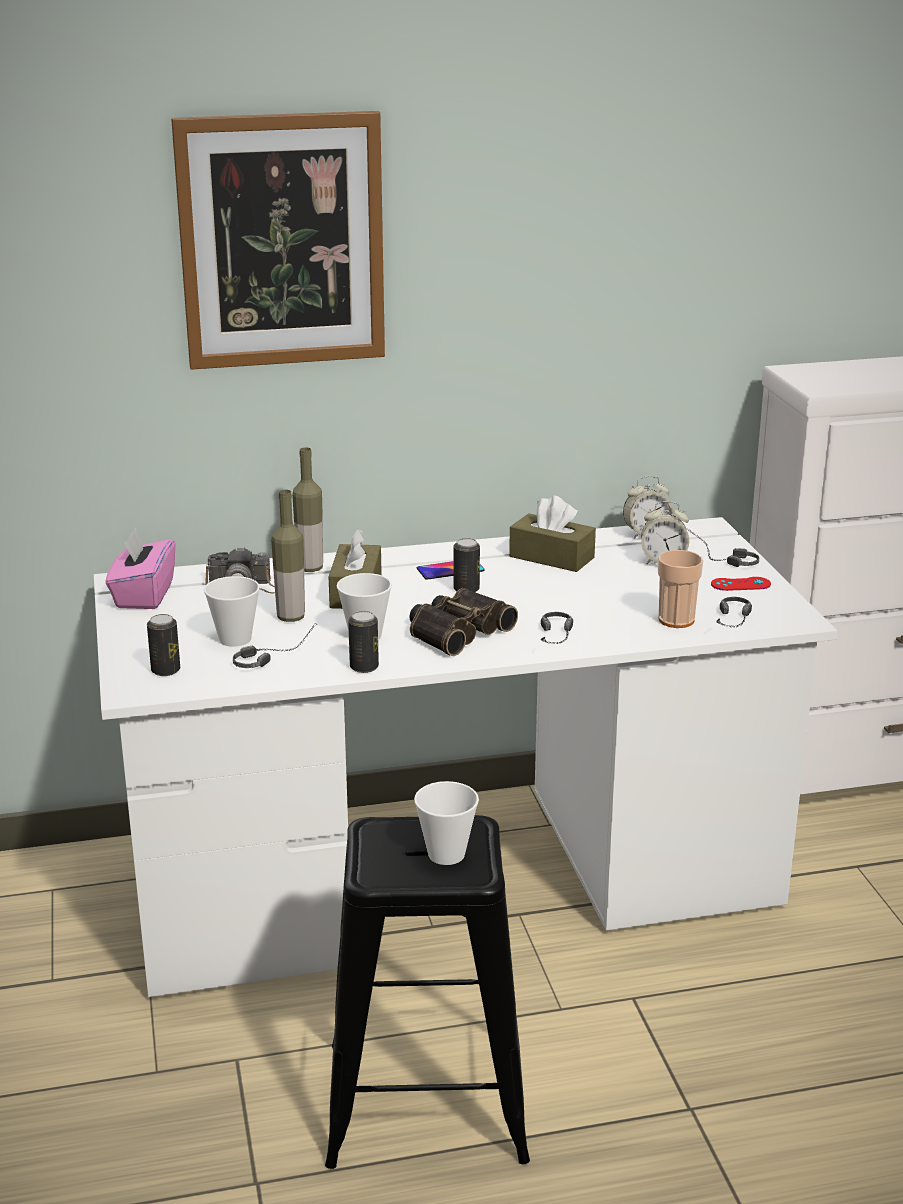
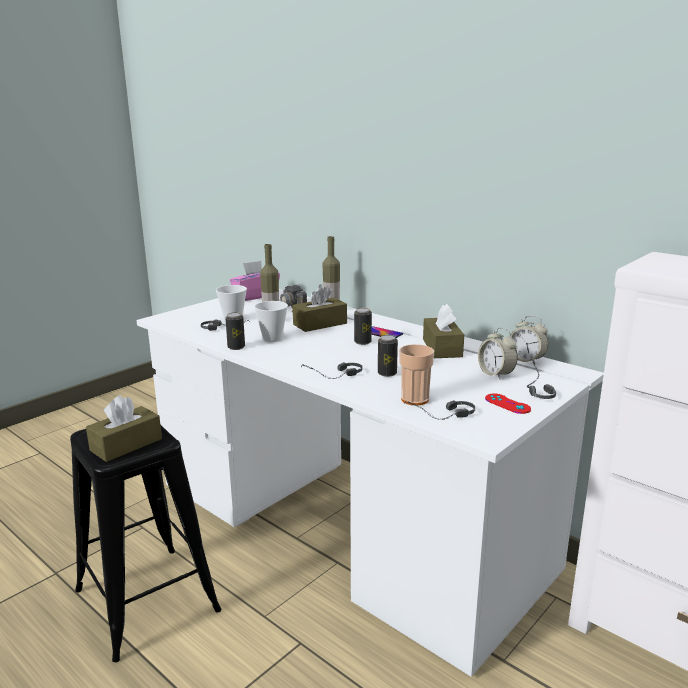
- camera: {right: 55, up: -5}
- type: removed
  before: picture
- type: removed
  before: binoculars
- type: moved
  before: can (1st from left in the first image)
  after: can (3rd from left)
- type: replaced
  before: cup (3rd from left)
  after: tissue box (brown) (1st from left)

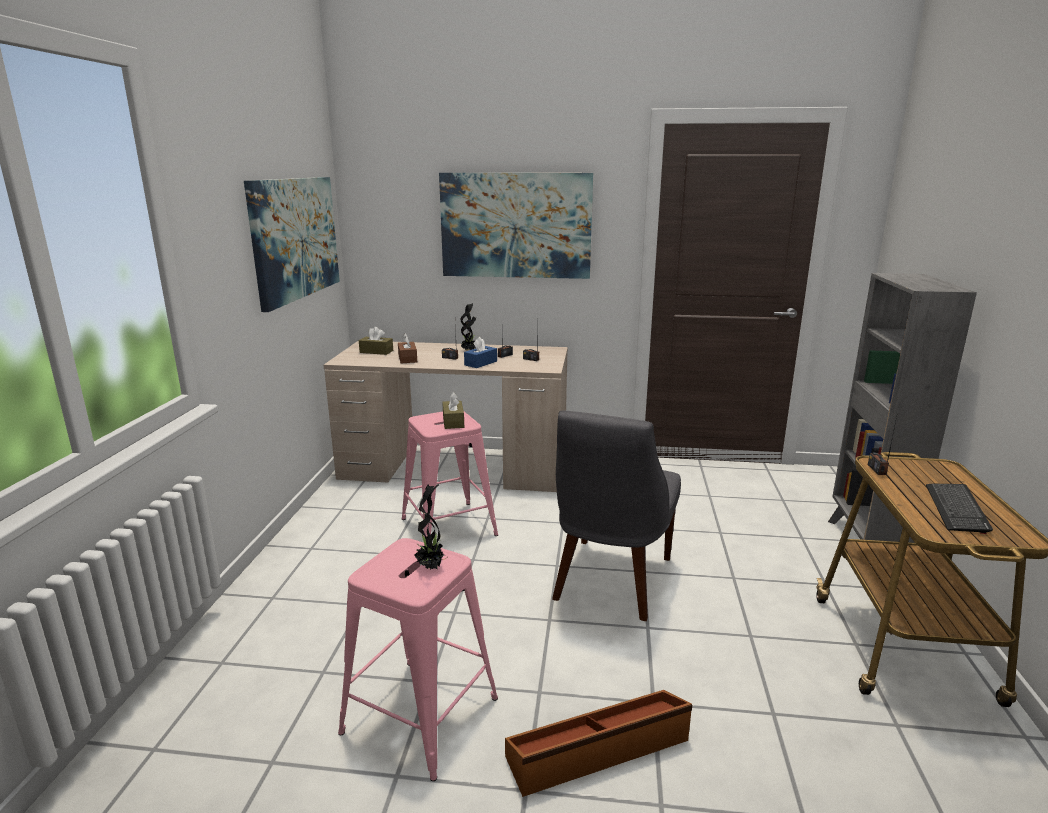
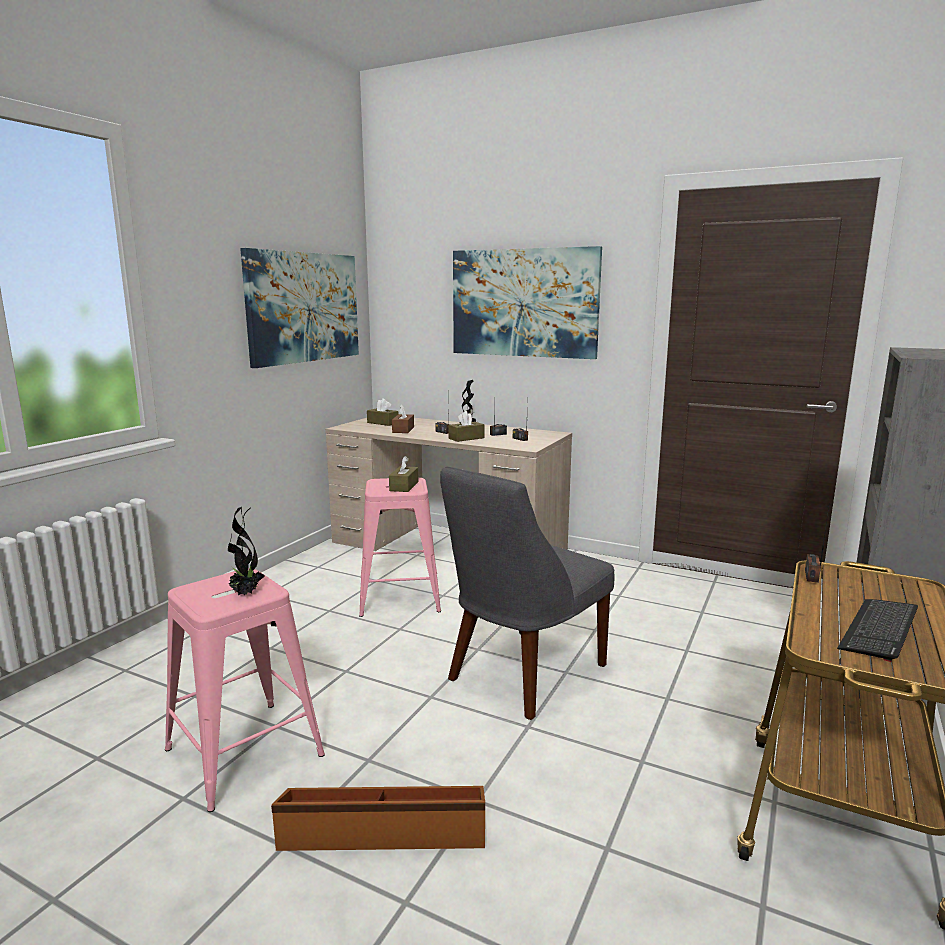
- camera: {right: 20, up: -5}
- type: recoloured
  before: tissue box (blue)
  after: tissue box (brown) (4th from left)

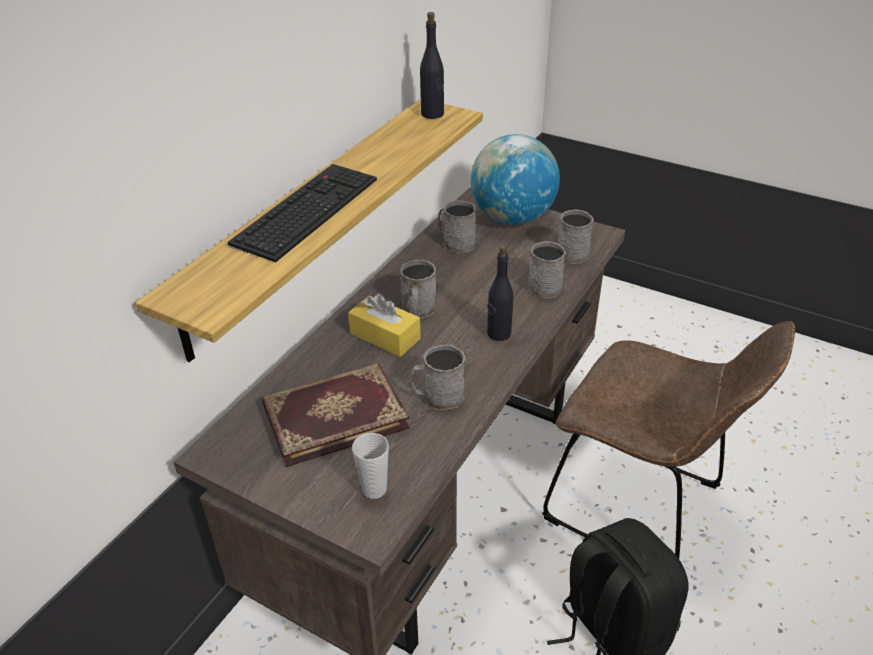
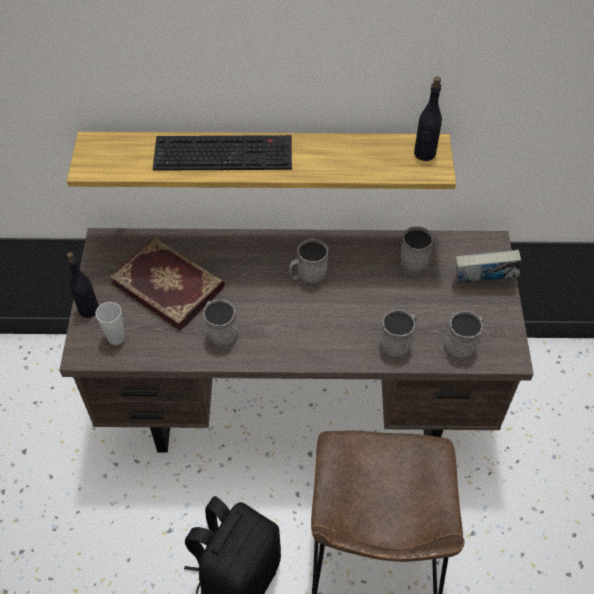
- camera: {right: 60, up: 15}
- type: removed
  before: tissue box (yellow)
- type: moved
  before: bottle (black) (2nd from left in the first image)
  after: bottle (black) (1st from left)
- type: replaced
  before: globe
  after: book (2nd from left)

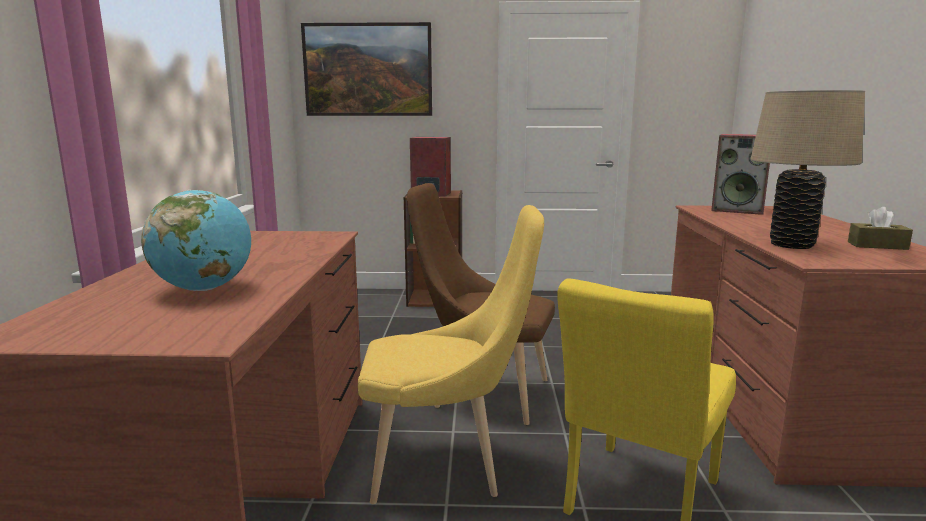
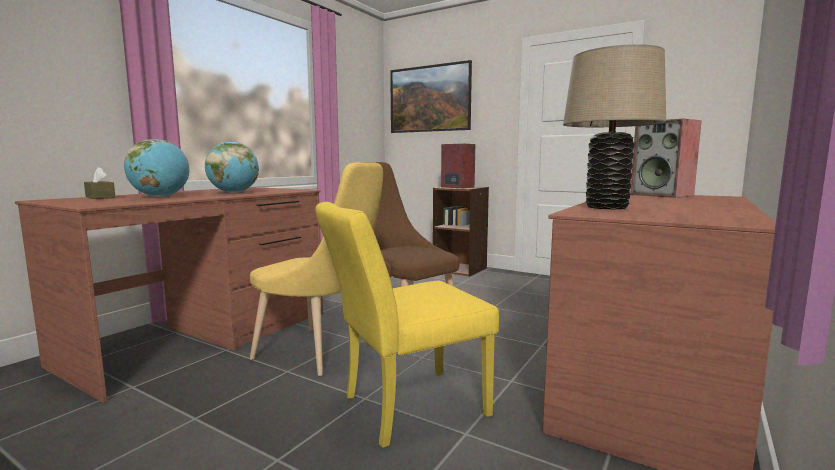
- camera: {right: 30, up: -5}
- type: added
  after: globe (2nd from left)
- type: moved
  before: tissue box (brown)

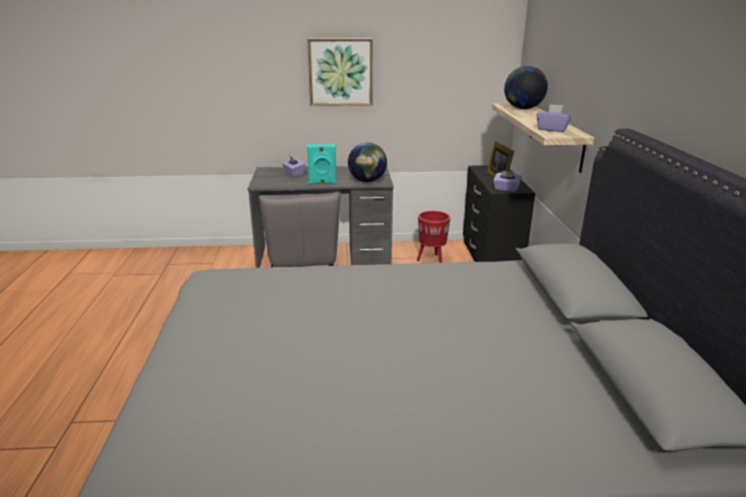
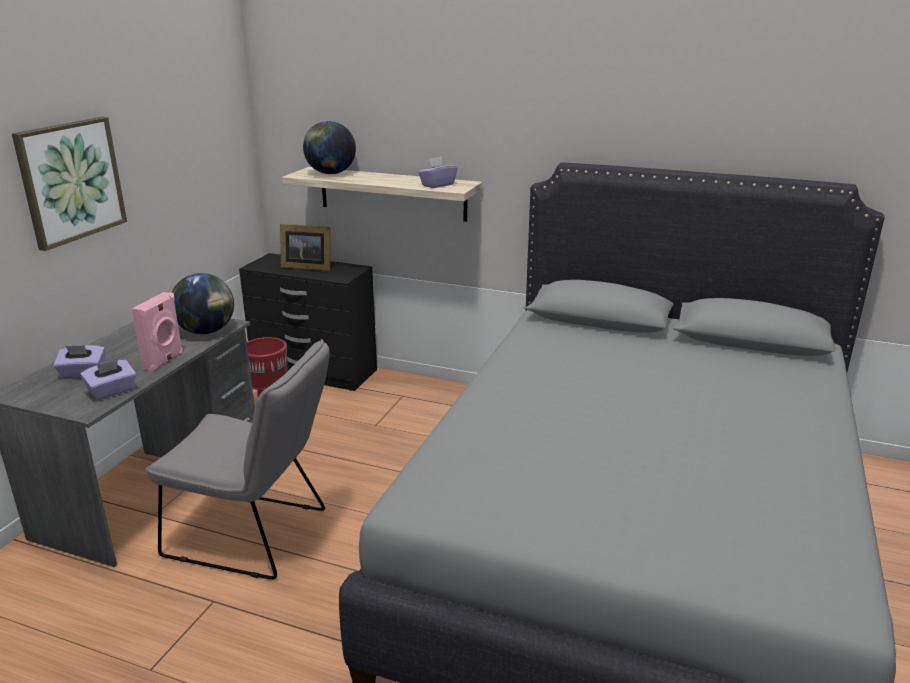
- camera: {right: -65, up: 0}
- type: moved
  before: tissue box (purple) (2nd from left)
- type: recoloured
  before: speaker (turquoise)
  after: speaker (pink)

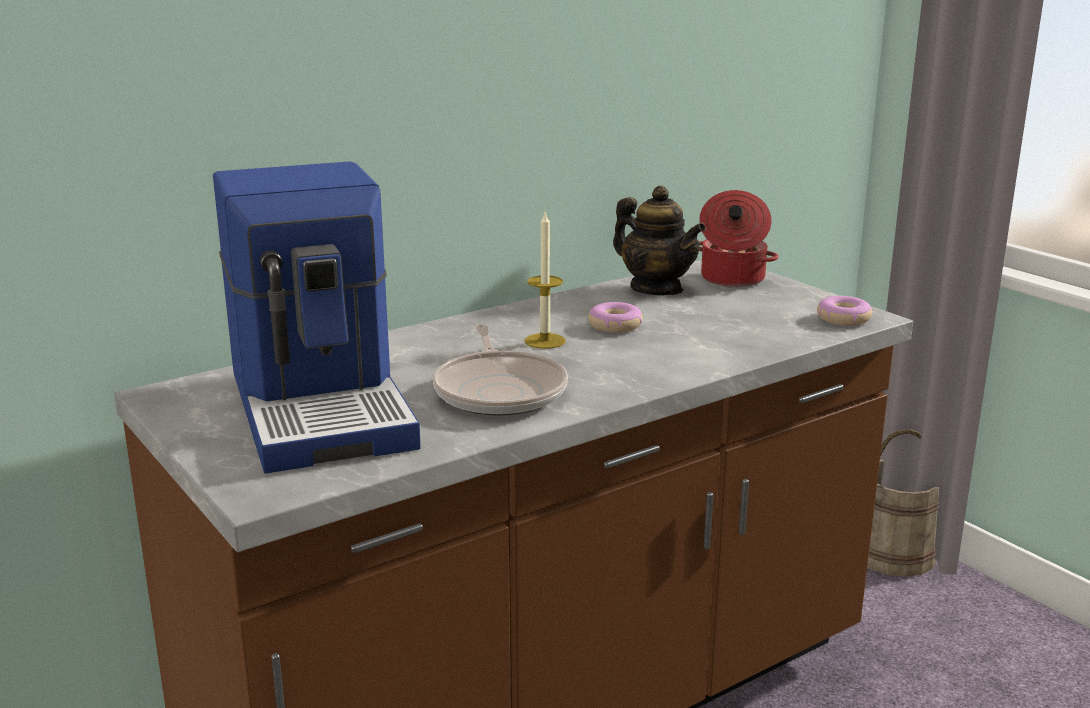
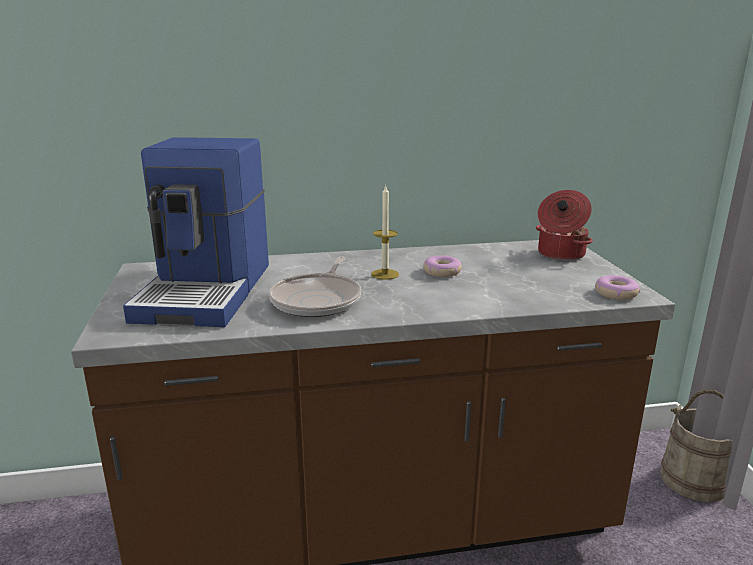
- camera: {right: 25, up: 0}
- type: removed
  before: teapot

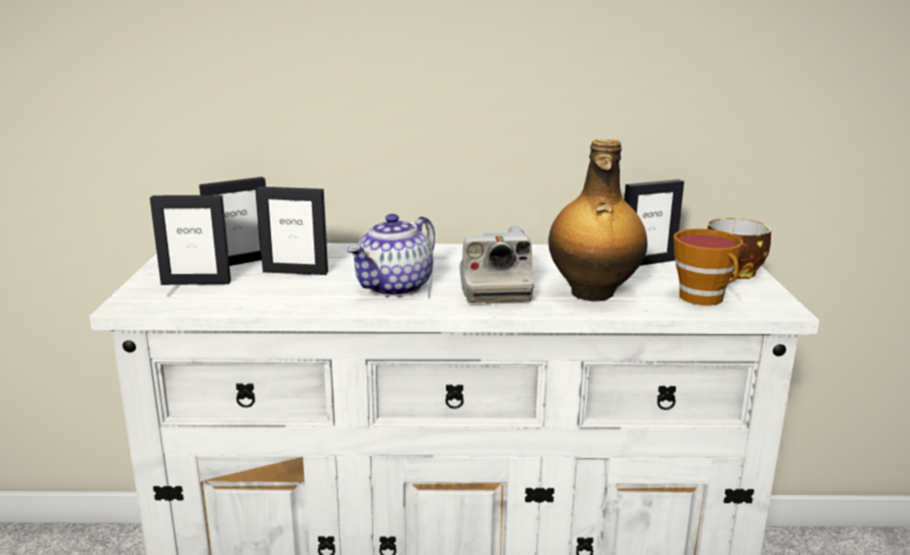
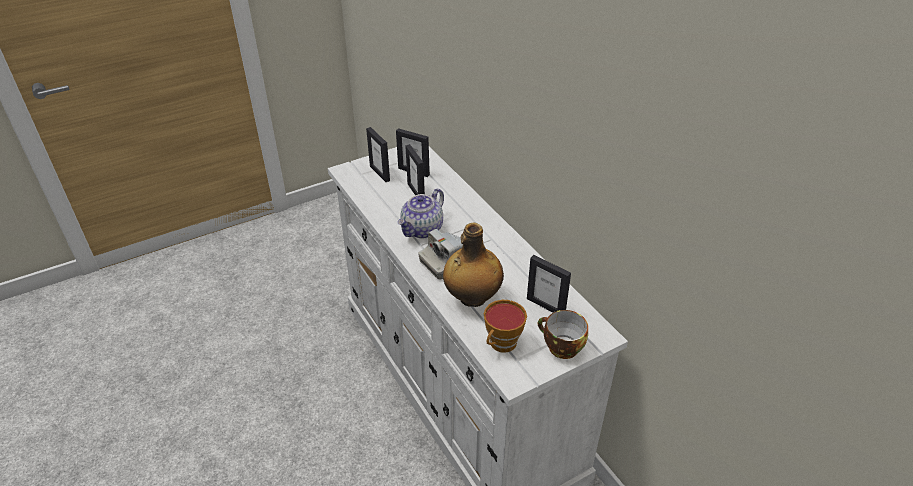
- camera: {right: 60, up: 20}
- type: turned
  before: teapot
  turn: -60

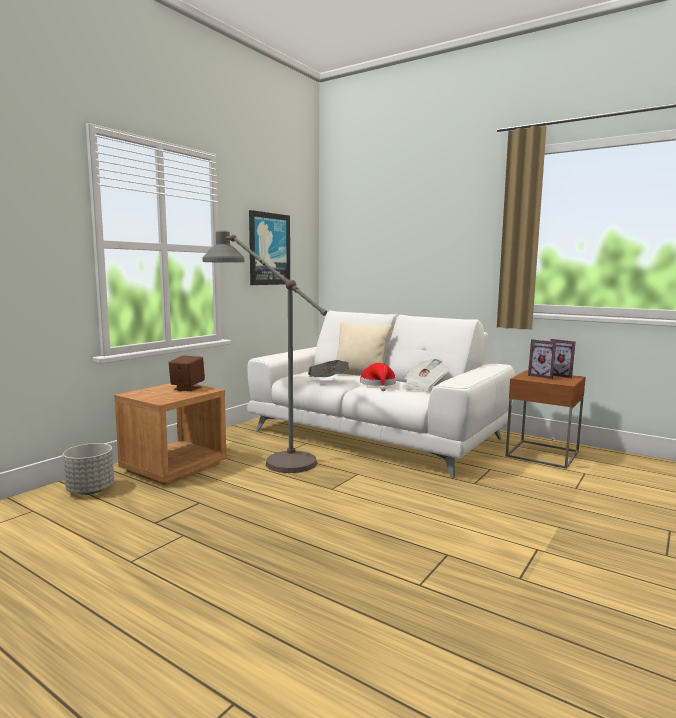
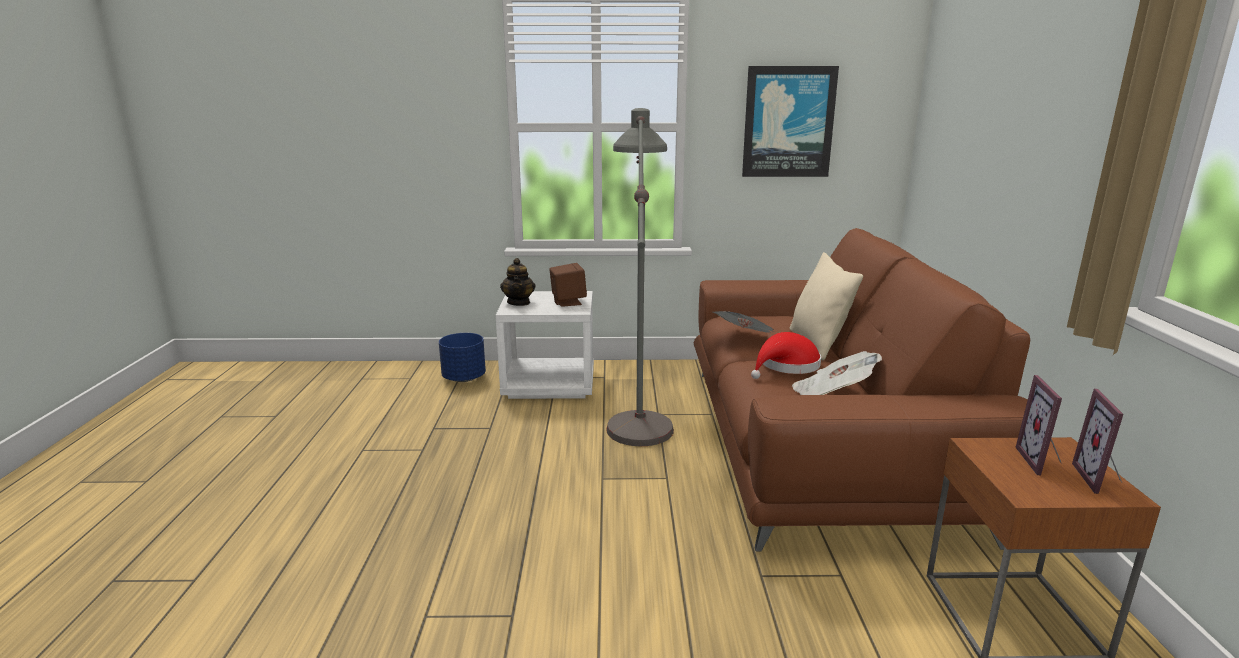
- camera: {right: 55, up: 10}
- type: added
  after: teapot
- type: recoloured
  before: planter (grey)
  after: planter (blue)
- type: recoloured
  before: nightstand (brown)
  after: nightstand (white)
- type: recoloured
  before: sofa (white)
  after: sofa (brown)

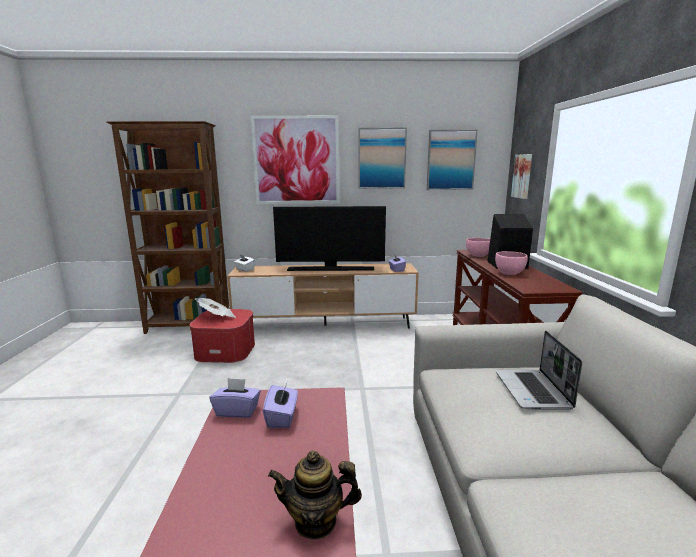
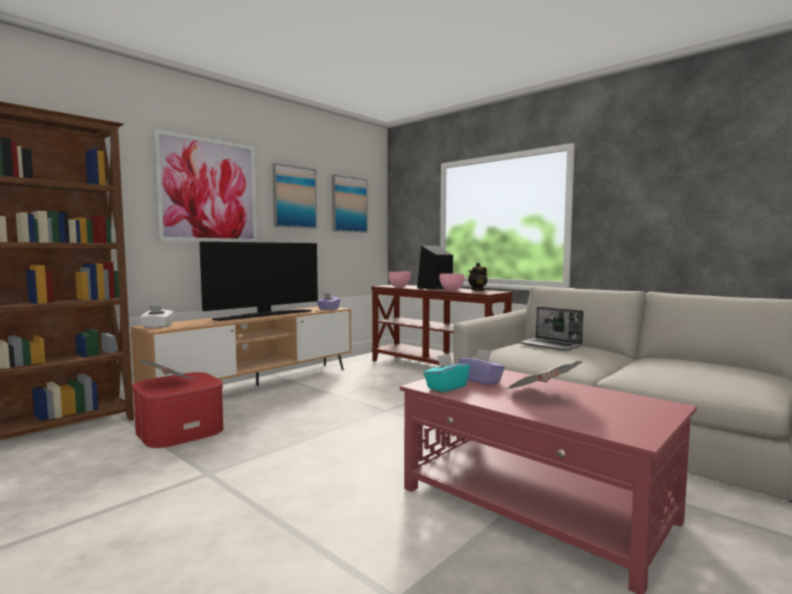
- camera: {right: -45, up: -10}
- type: removed
  before: picture (4th from left)
- type: added
  after: newspaper (2nd from left)
- type: moved
  before: teapot
- type: recoloured
  before: tissue box (purple) (1st from left)
  after: tissue box (turquoise)

